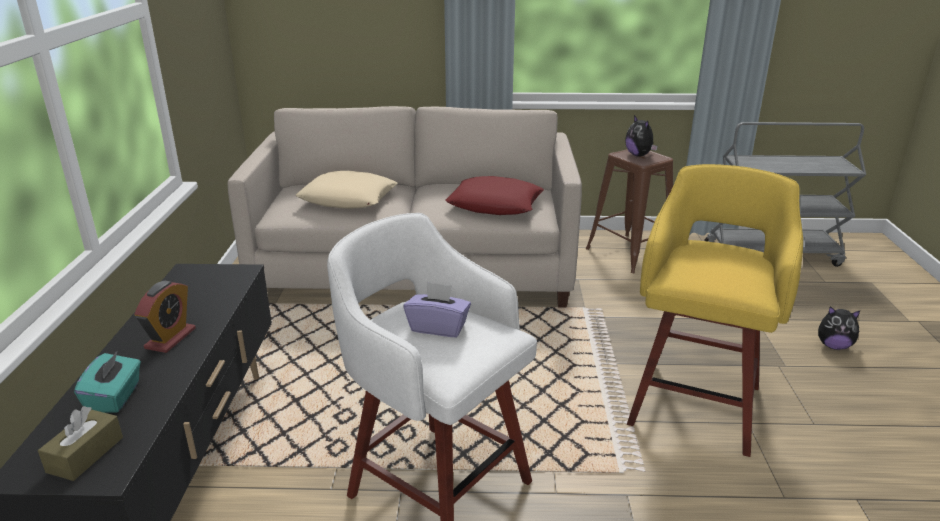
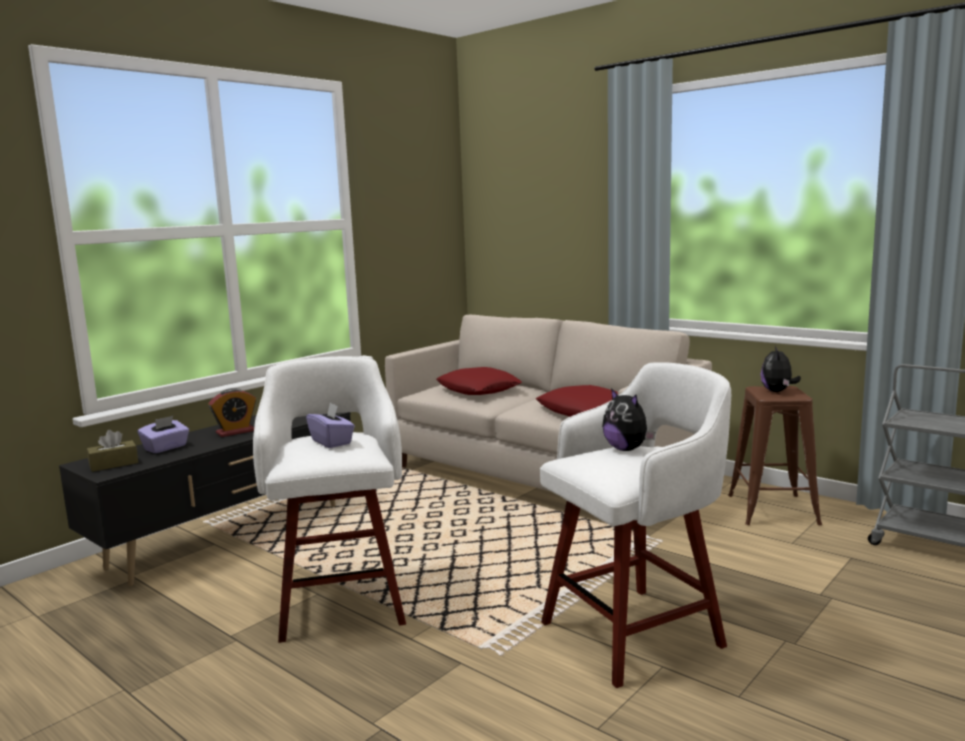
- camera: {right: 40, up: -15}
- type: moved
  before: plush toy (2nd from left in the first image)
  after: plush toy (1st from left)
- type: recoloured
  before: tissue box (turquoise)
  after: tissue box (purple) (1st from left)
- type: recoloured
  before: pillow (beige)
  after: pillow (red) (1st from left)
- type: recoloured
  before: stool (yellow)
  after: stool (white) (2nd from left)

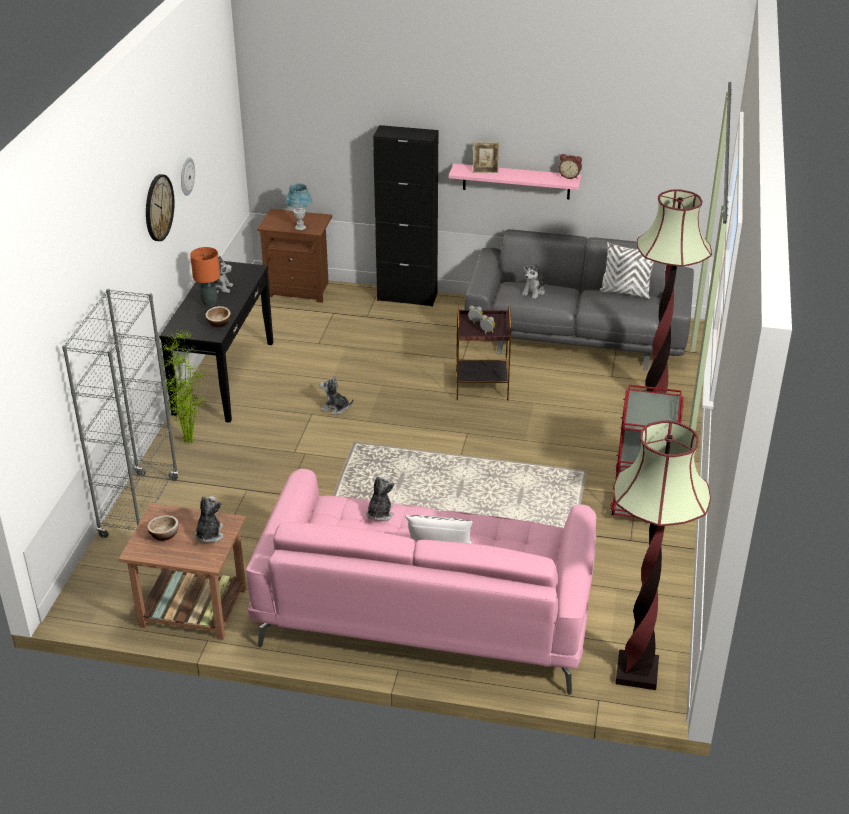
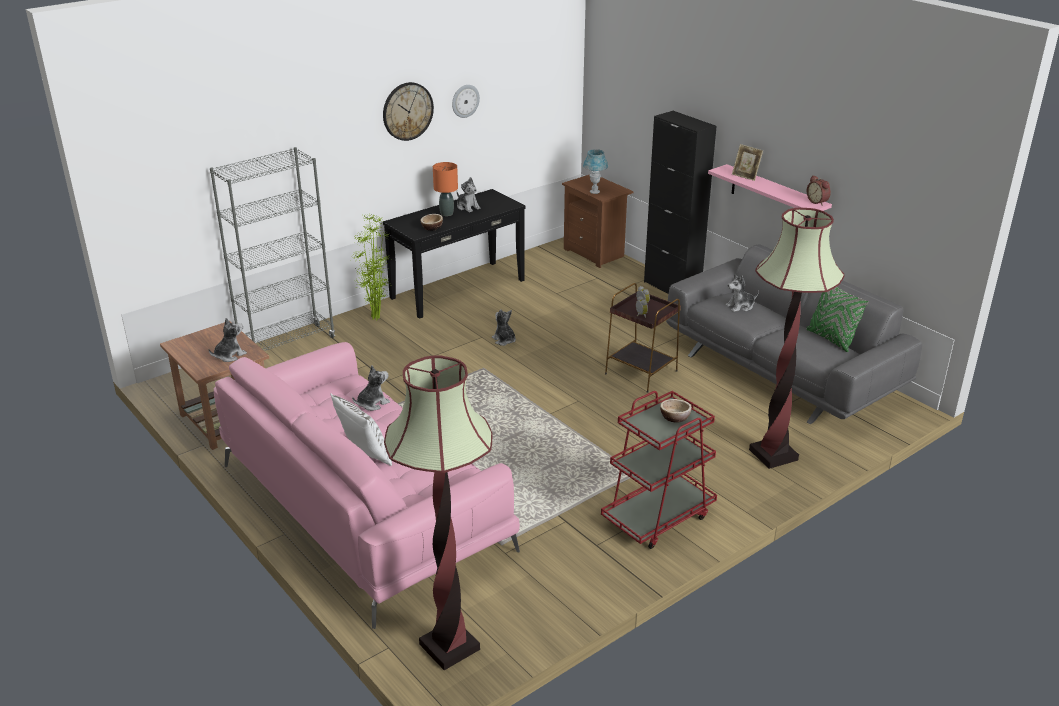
- camera: {right: 40, up: -5}
- type: moved
  before: bowl (1st from left in the first image)
  after: bowl (2nd from left)
- type: recoloured
  before: pillow (white) (2nd from left)
  after: pillow (green)

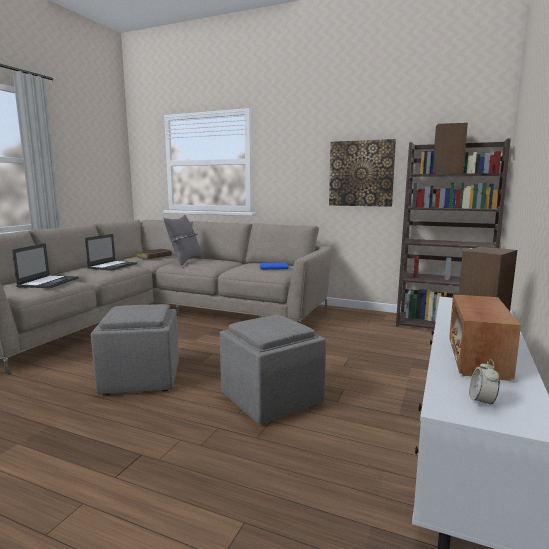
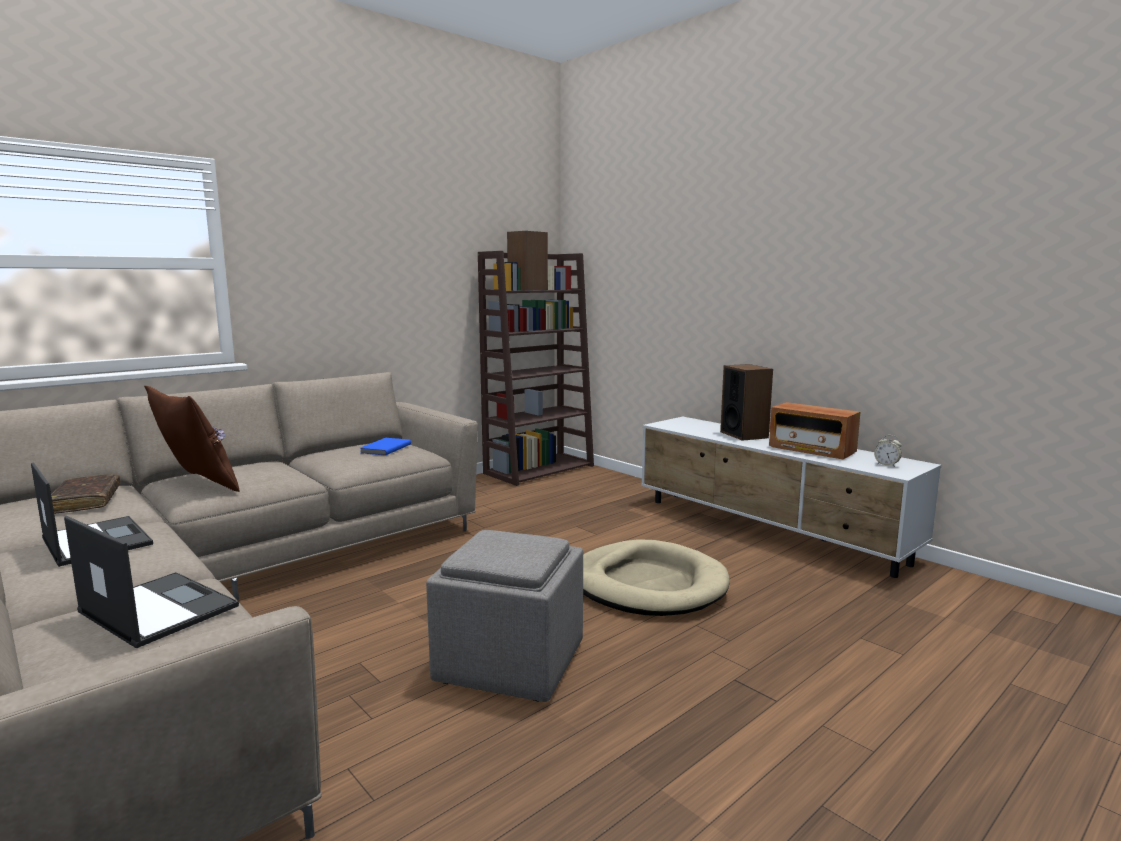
- camera: {right: -65, up: 0}
- type: removed
  before: picture
- type: replaced
  before: ottoman (grey) (2nd from left)
  after: dog bed (beige)
- type: recoloured
  before: pillow (grey)
  after: pillow (brown)

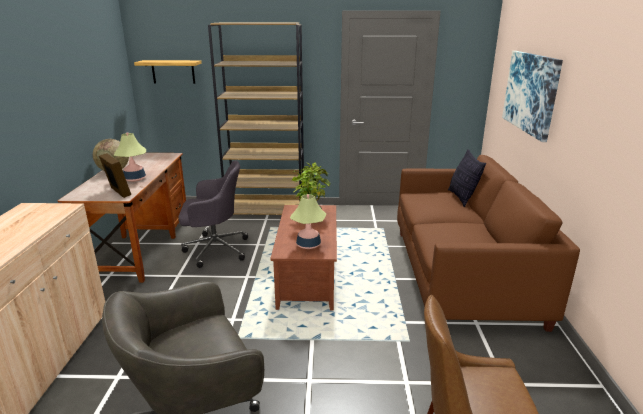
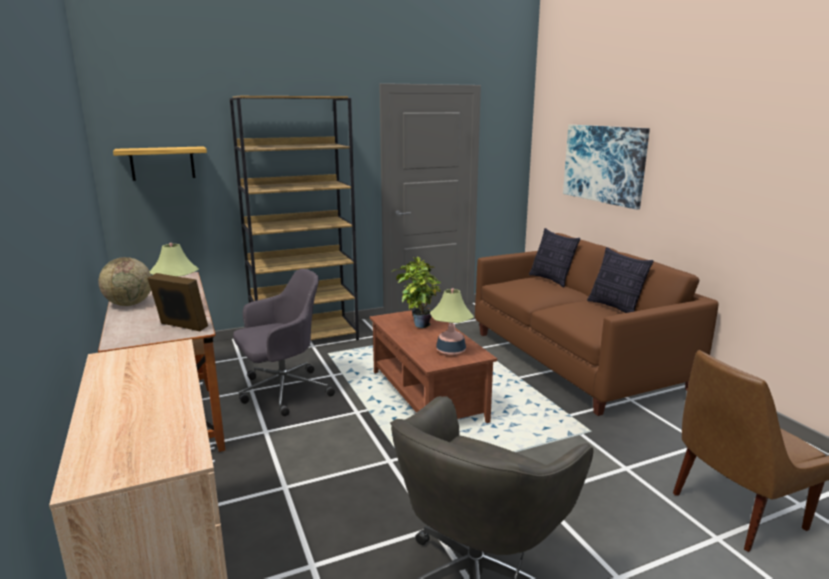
- camera: {right: -25, up: -5}
- type: added
  after: pillow (2nd from left)

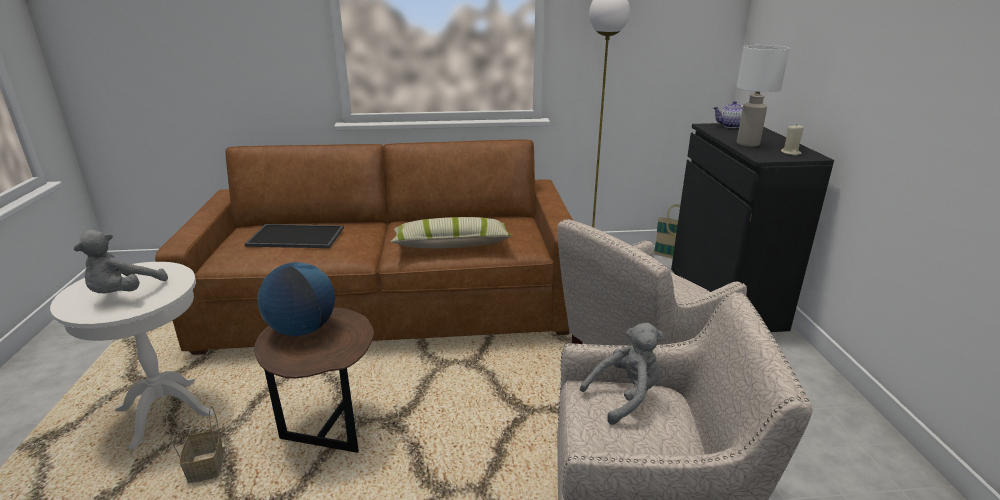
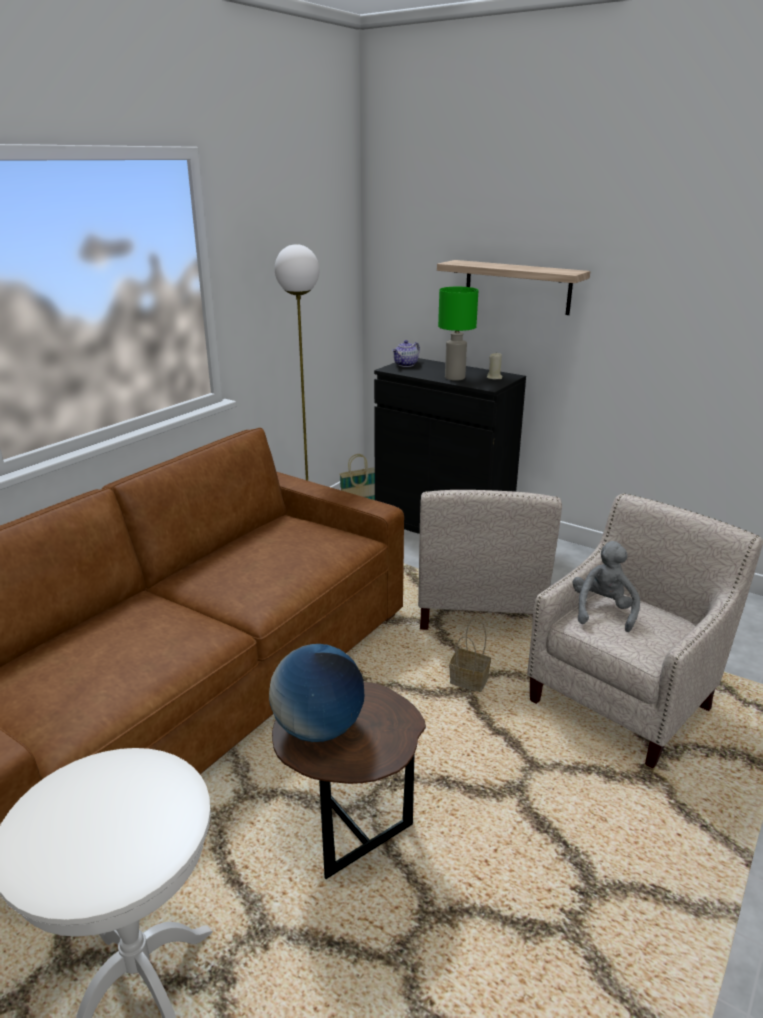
- camera: {right: -50, up: 0}
- type: removed
  before: plush toy (grey) (1st from left)
- type: removed
  before: tray
- type: removed
  before: pillow
- type: added
  after: shelf
- type: moved
  before: basket (1st from left in the first image)
  after: basket (2nd from left)
- type: recoloured
  before: table lamp (white)
  after: table lamp (green)

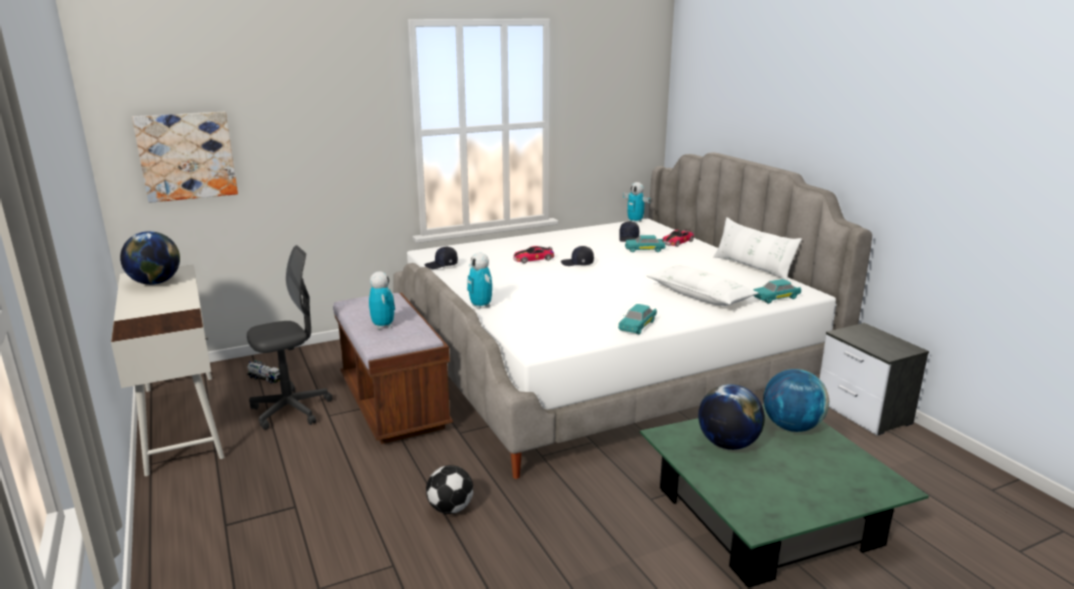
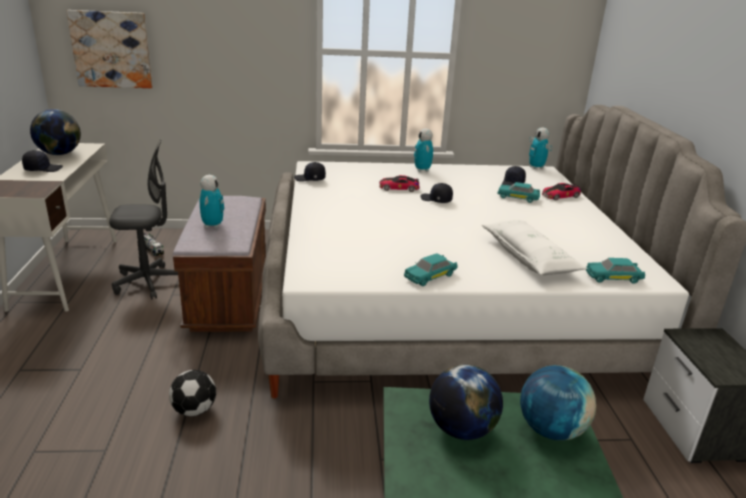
- camera: {right: 20, up: 5}
- type: removed
  before: pillow (white) (2nd from left)
- type: added
  after: cap (black) (1st from left)
- type: moved
  before: toy robot (2nd from left)

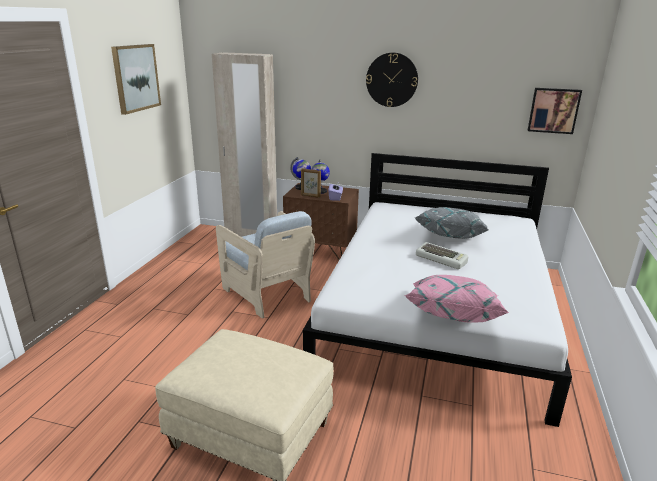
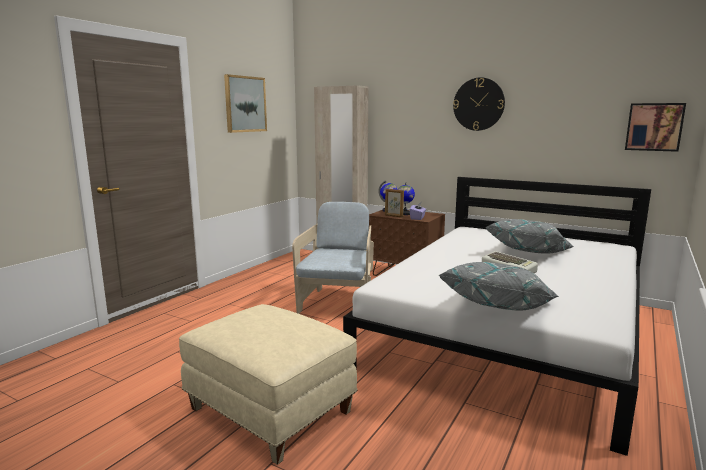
- camera: {right: 15, up: -10}
- type: recoloured
  before: pillow (pink)
  after: pillow (grey) (1st from left)
- type: turned
  before: armchair (beige)
  turn: -150

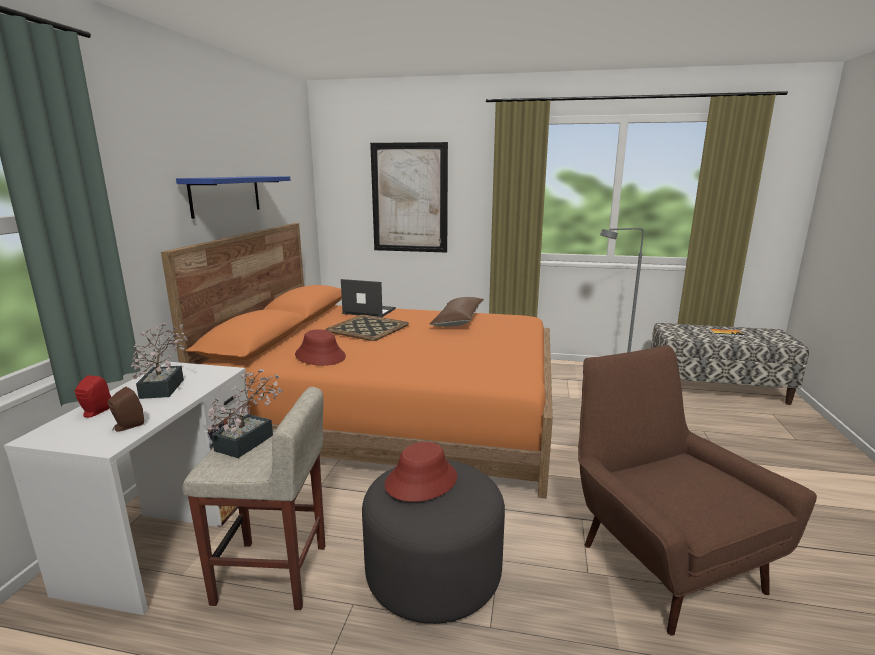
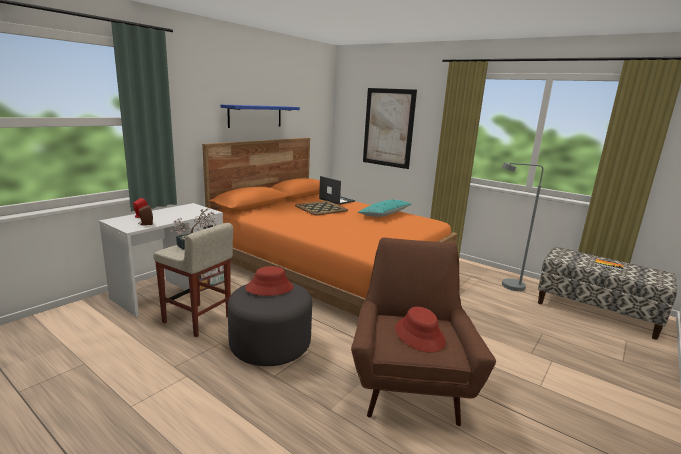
- camera: {right: 25, up: 0}
- type: removed
  before: potted plant (1st from left)
- type: moved
  before: hat (red) (1st from left in the first image)
  after: hat (red) (2nd from left)
- type: recoloured
  before: pillow (brown)
  after: pillow (turquoise)

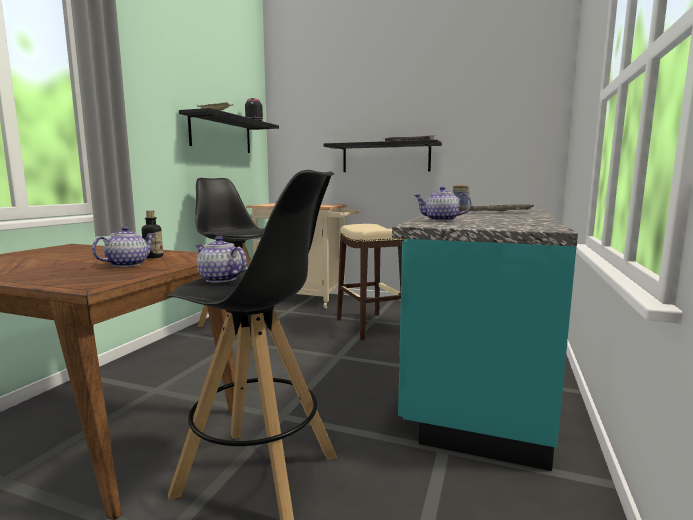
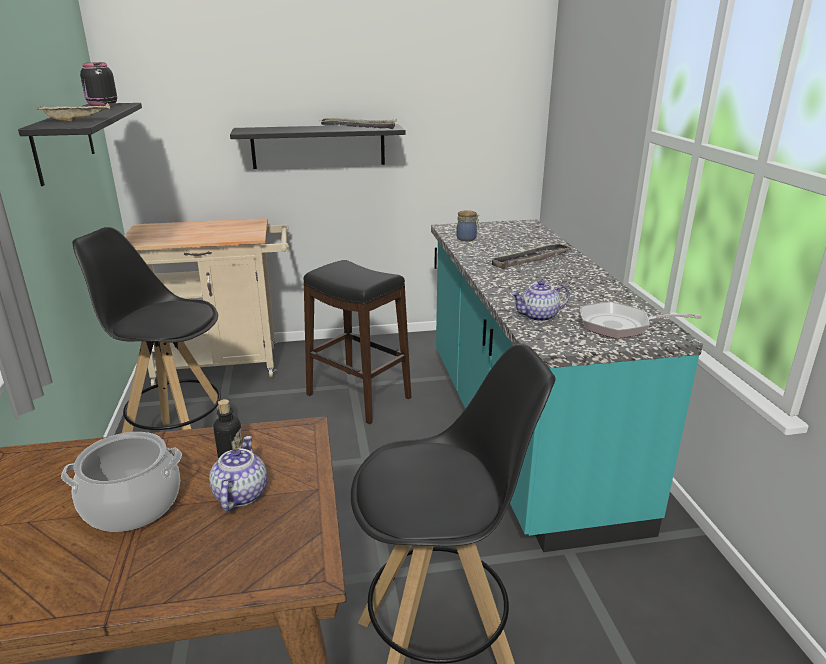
- camera: {right: -30, up: 15}
- type: removed
  before: teapot (2nd from left)
- type: added
  after: cooking pot
- type: added
  after: frying pan
- type: recoloured
  before: stool (beige)
  after: stool (black) (2nd from left)

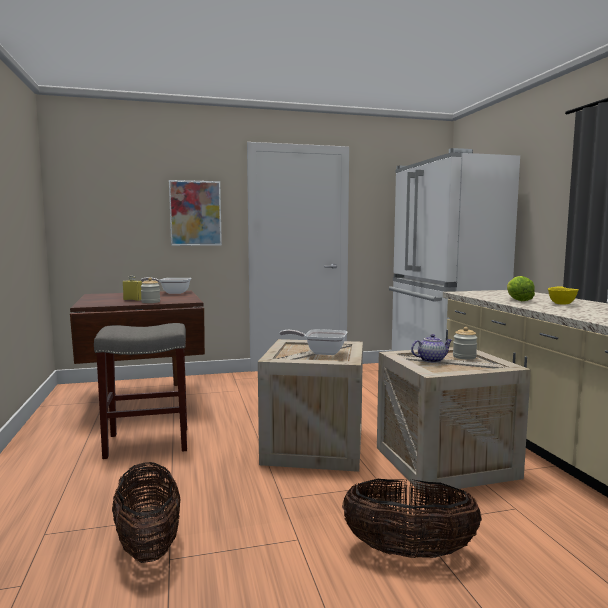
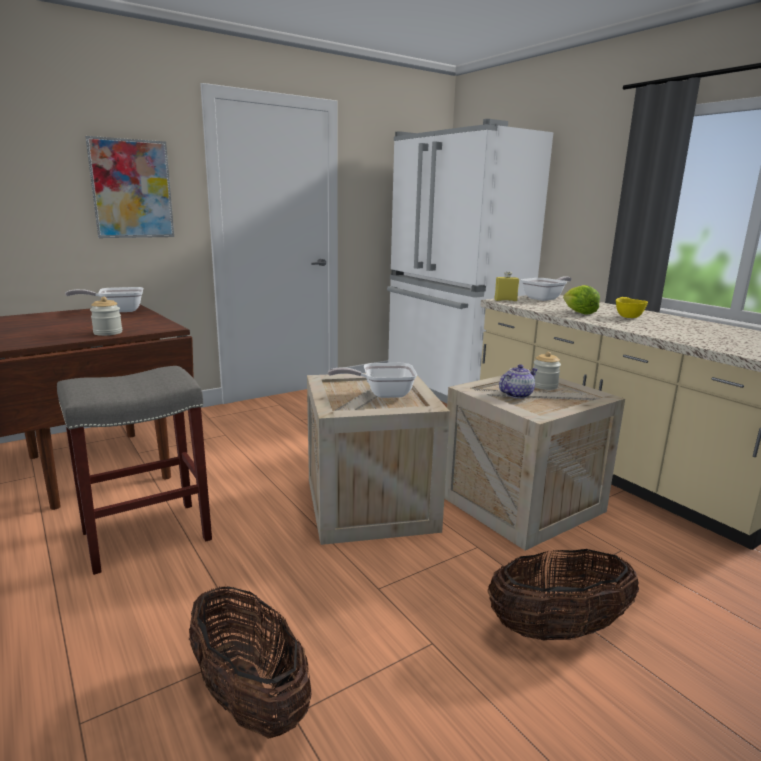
- camera: {right: -20, up: 10}
- type: added
  after: frying pan (3rd from left)
- type: moved
  before: bottle (yellow)

